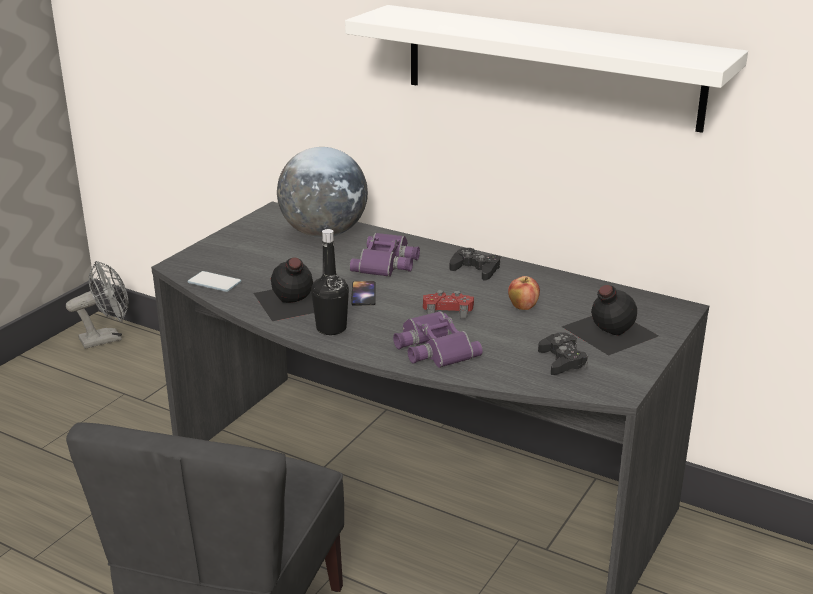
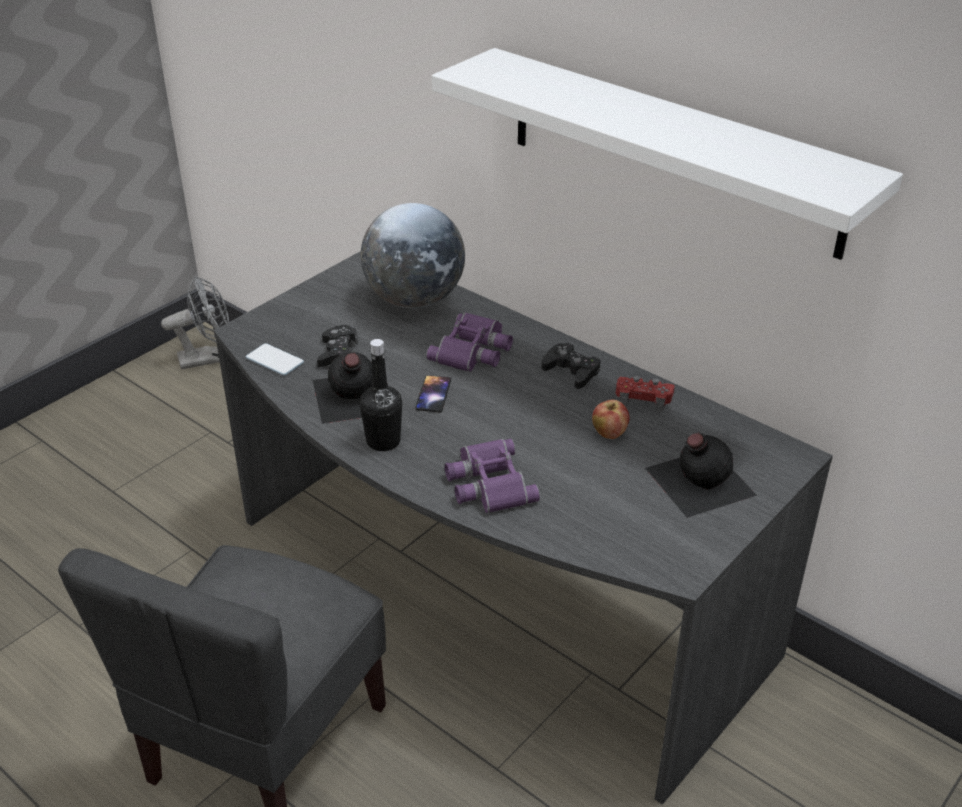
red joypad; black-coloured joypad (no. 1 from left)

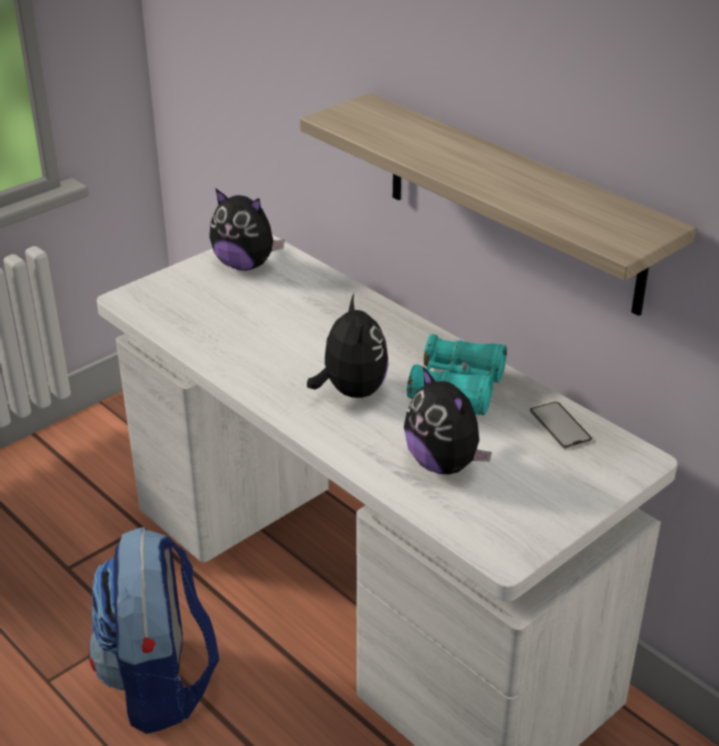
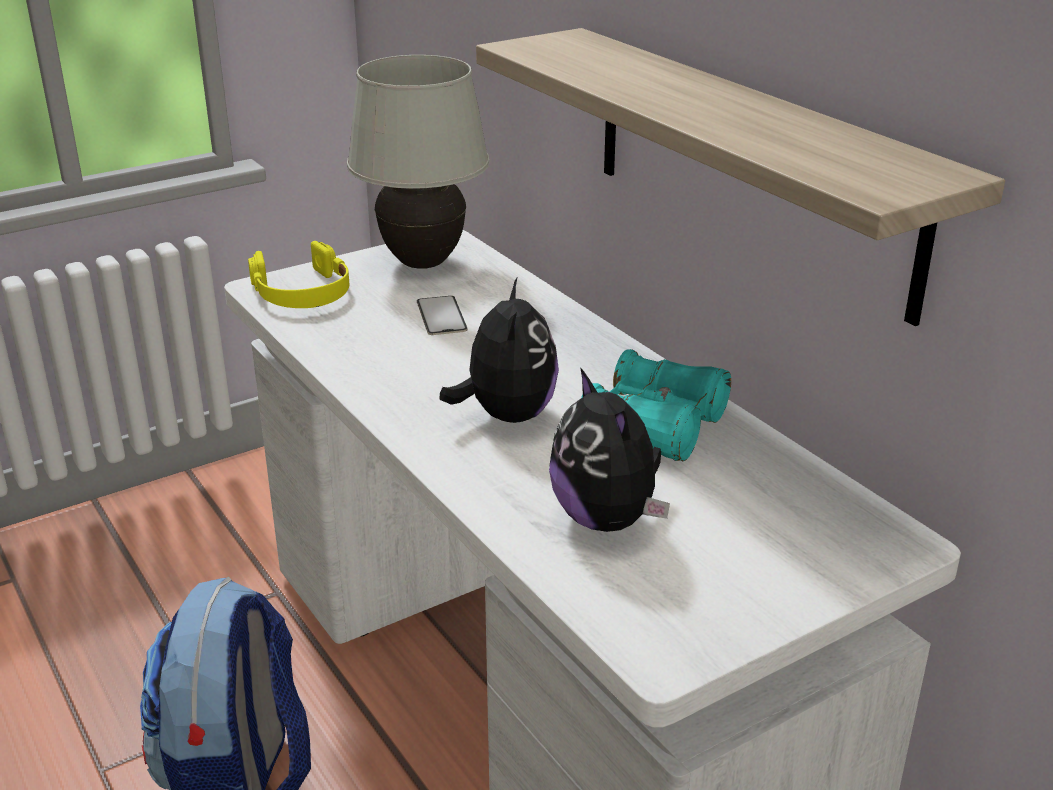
white-coloured table lamp; handset; yellow-coloured headphones

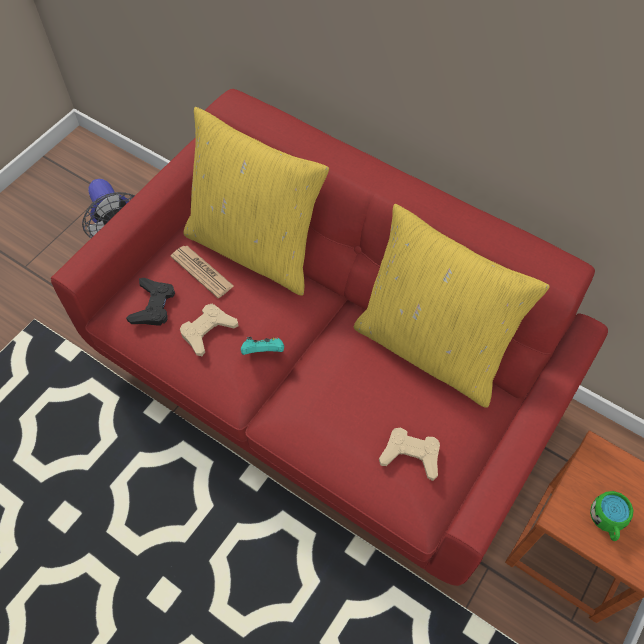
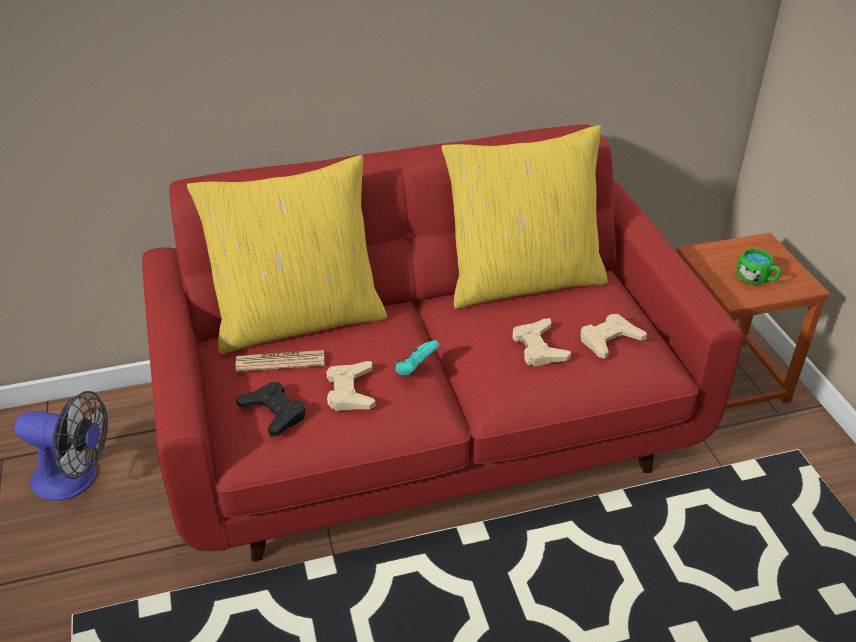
beige joypad (no. 2 from left)

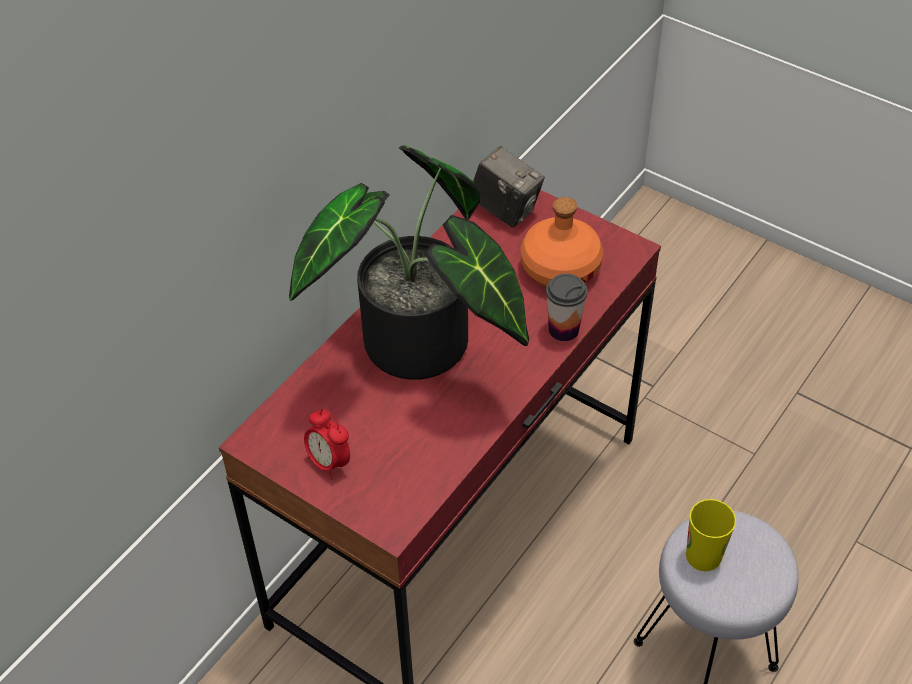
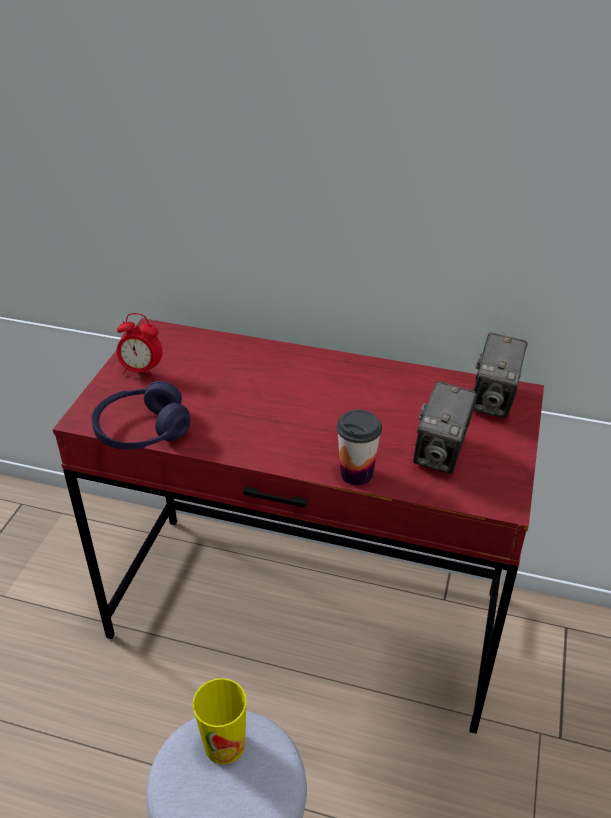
plant in a pot; bedside clock; still camera (no. 1 from left); purple-coloured headphones

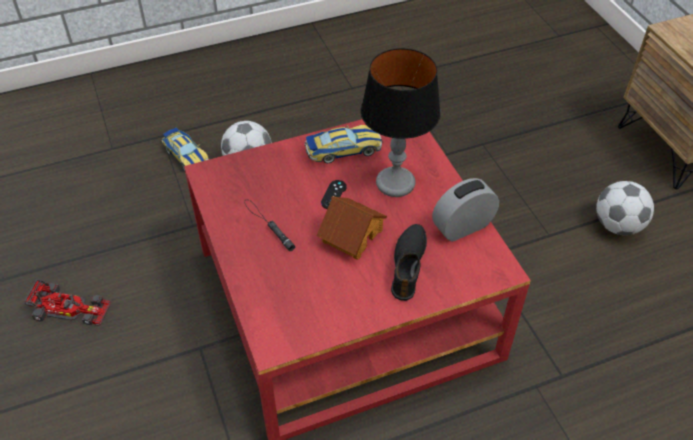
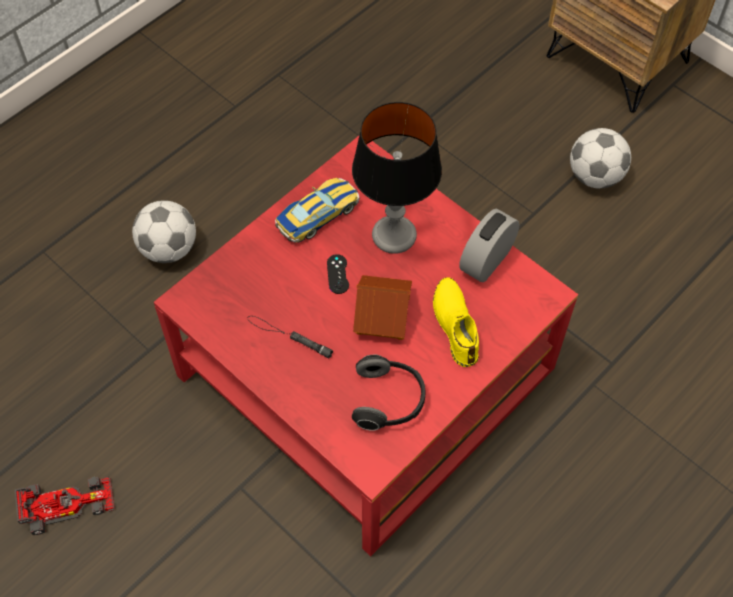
miniature car (no. 2 from left in the first image); yellow-coloured low shoe; headphones

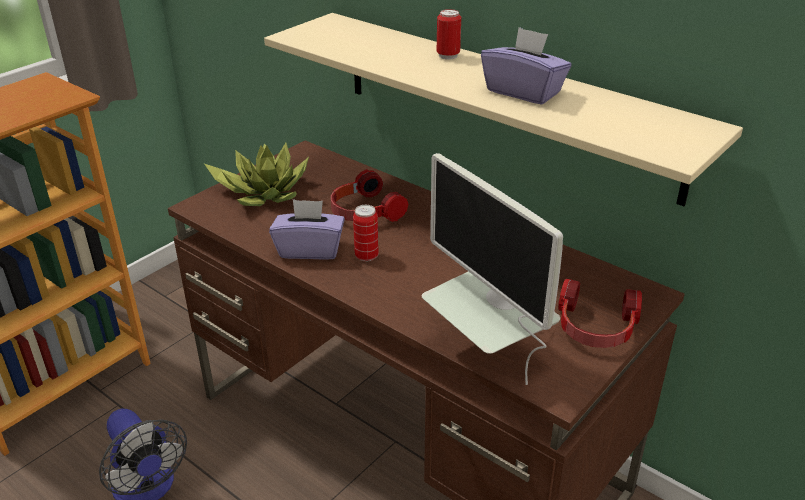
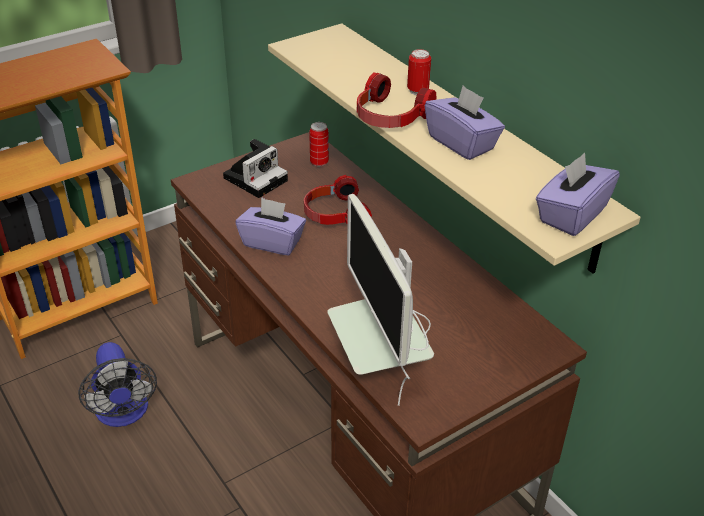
still camera; metal can (no. 1 from left); headphones (no. 2 from left); purple-coloured box of tissues (no. 3 from left)

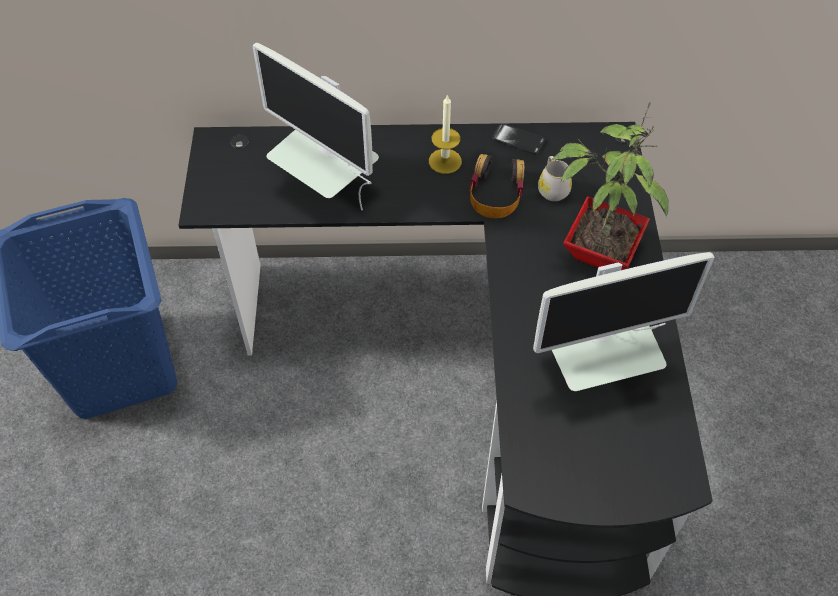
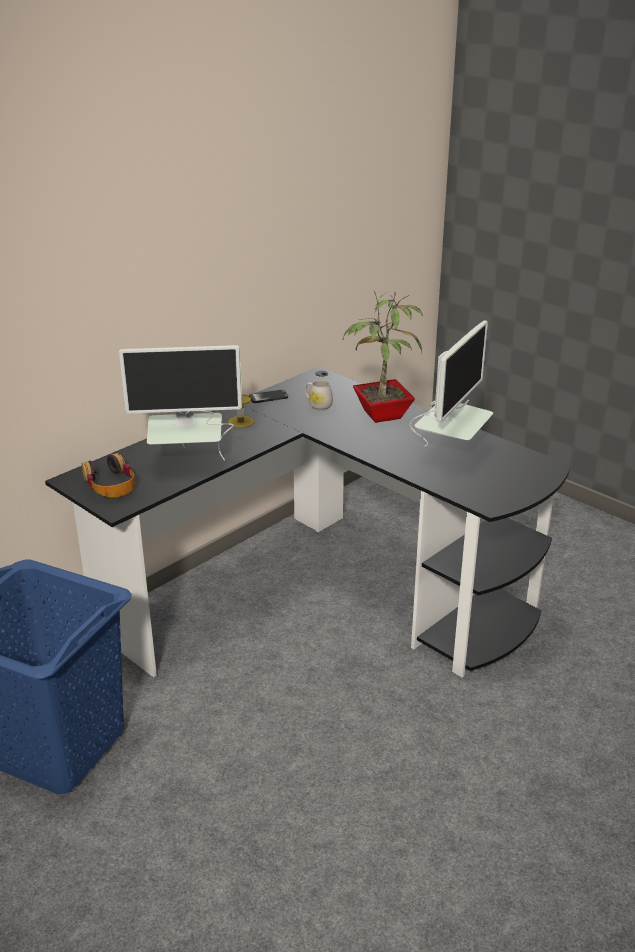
headphones

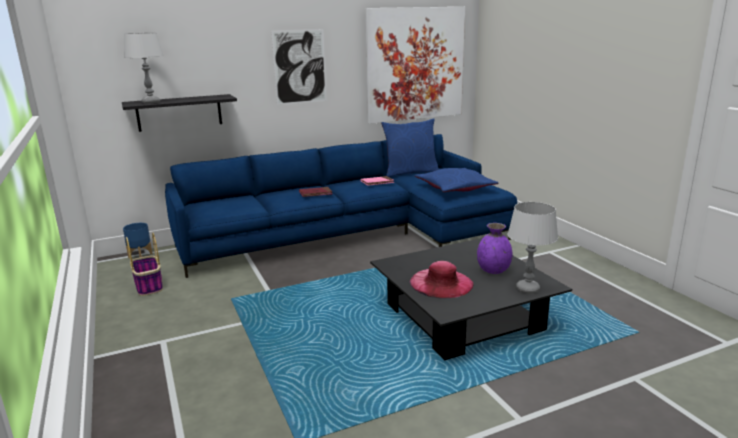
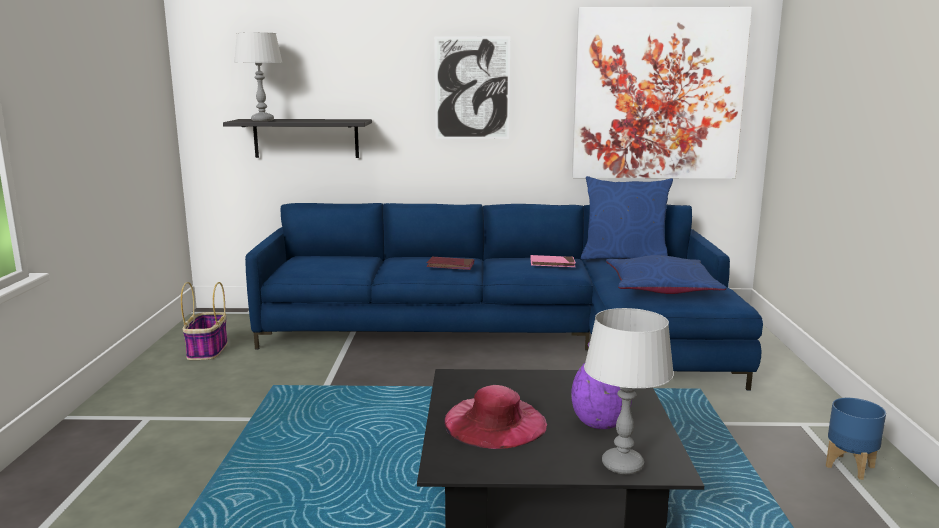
bluish planter

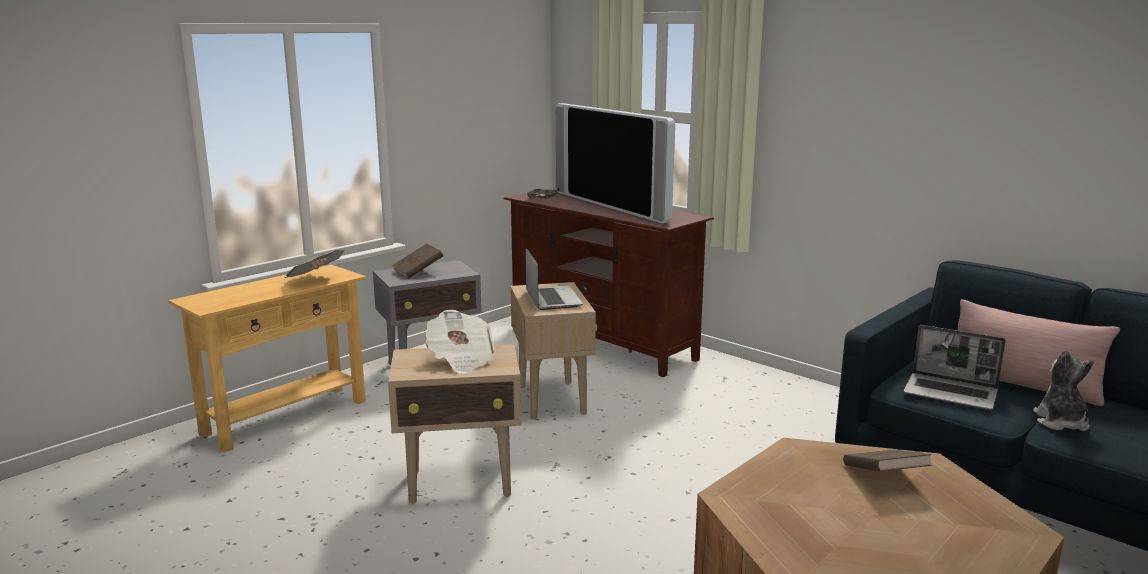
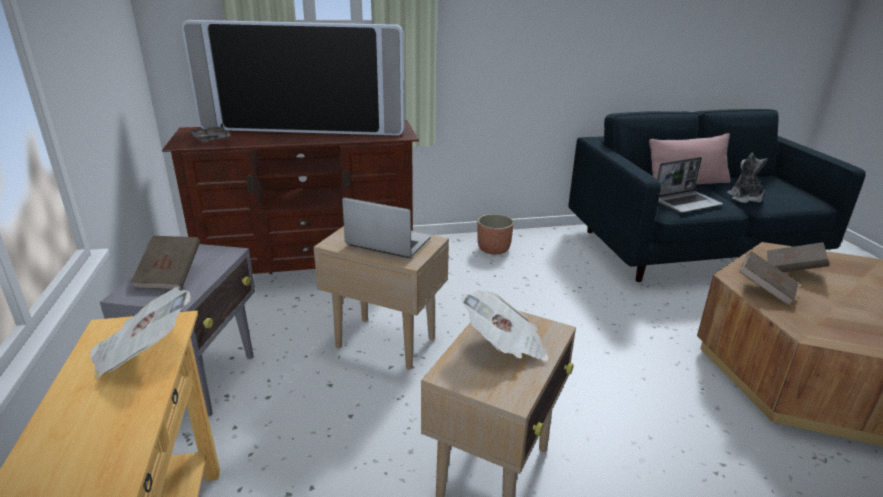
soft toy; planter; brown-coloured volume (no. 2 from left)

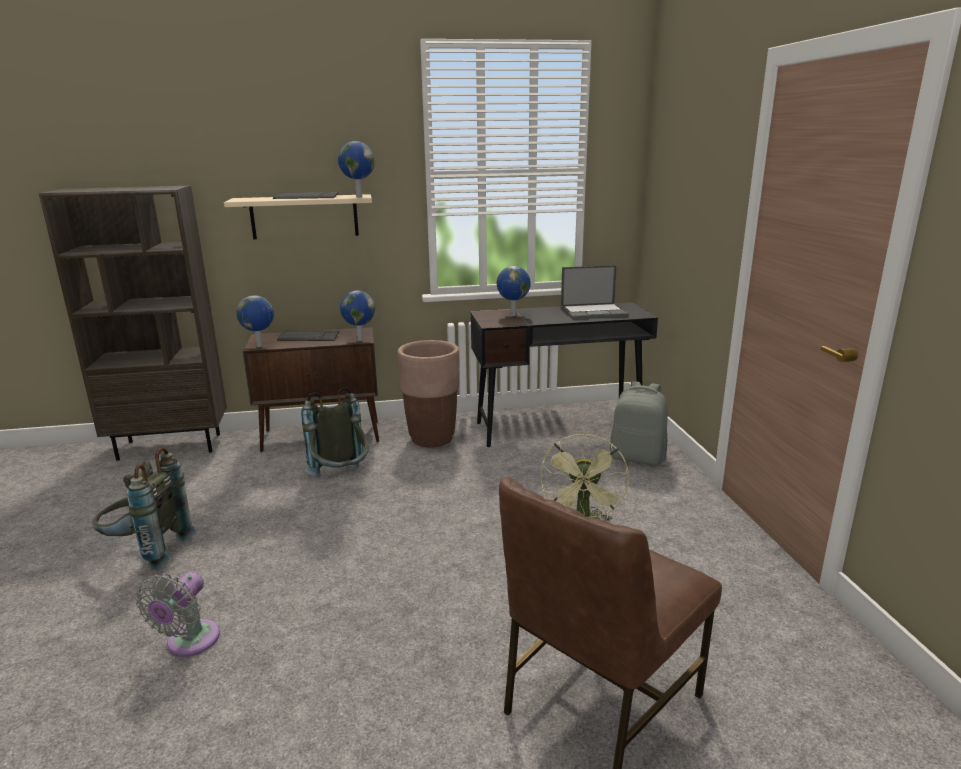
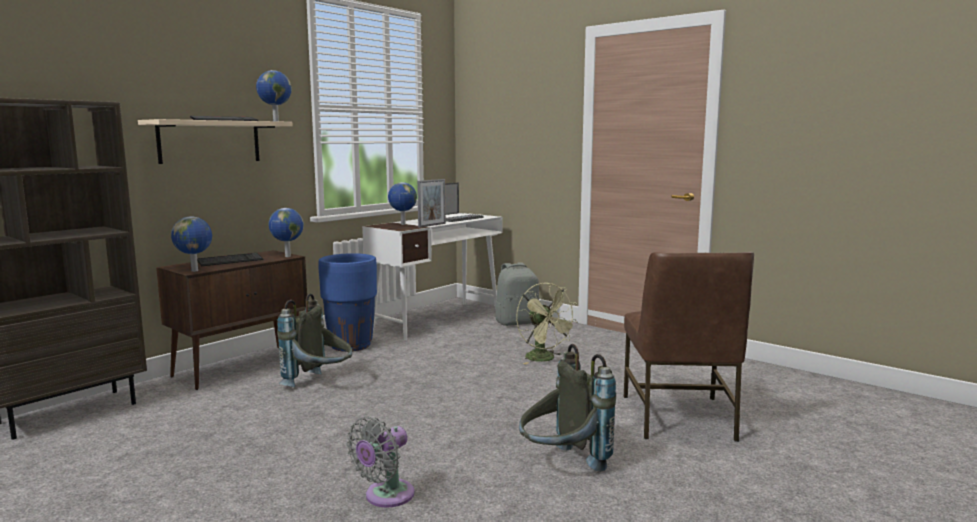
greyish backpack (no. 3 from left); greyish electric fan; bluish planter; white-coloured desk; photo frame

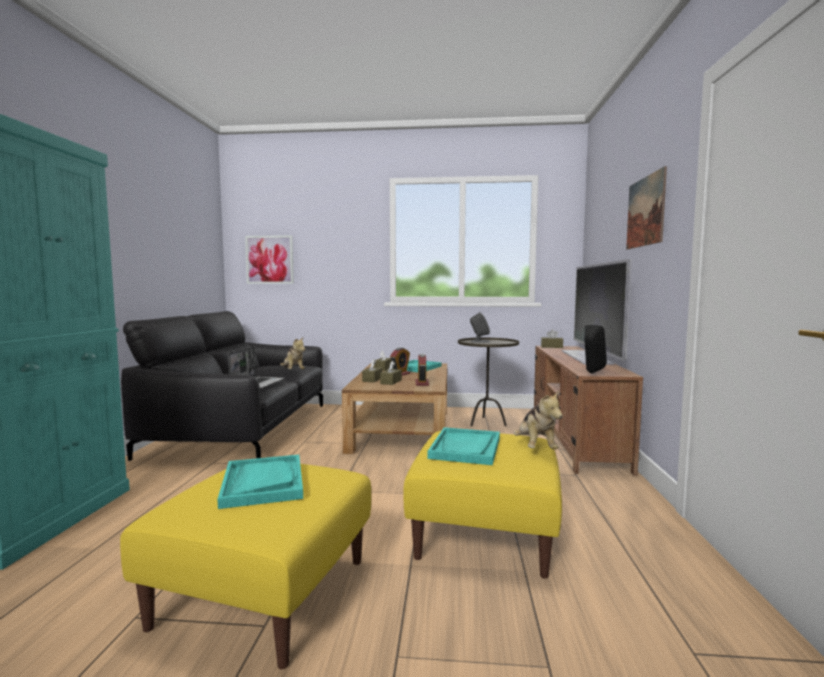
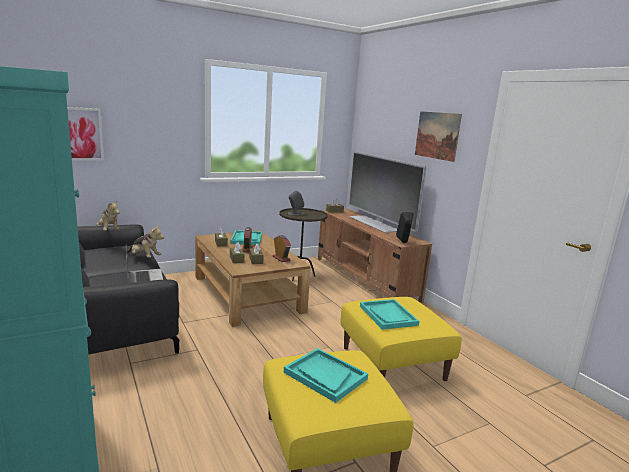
soft toy (no. 1 from left)

